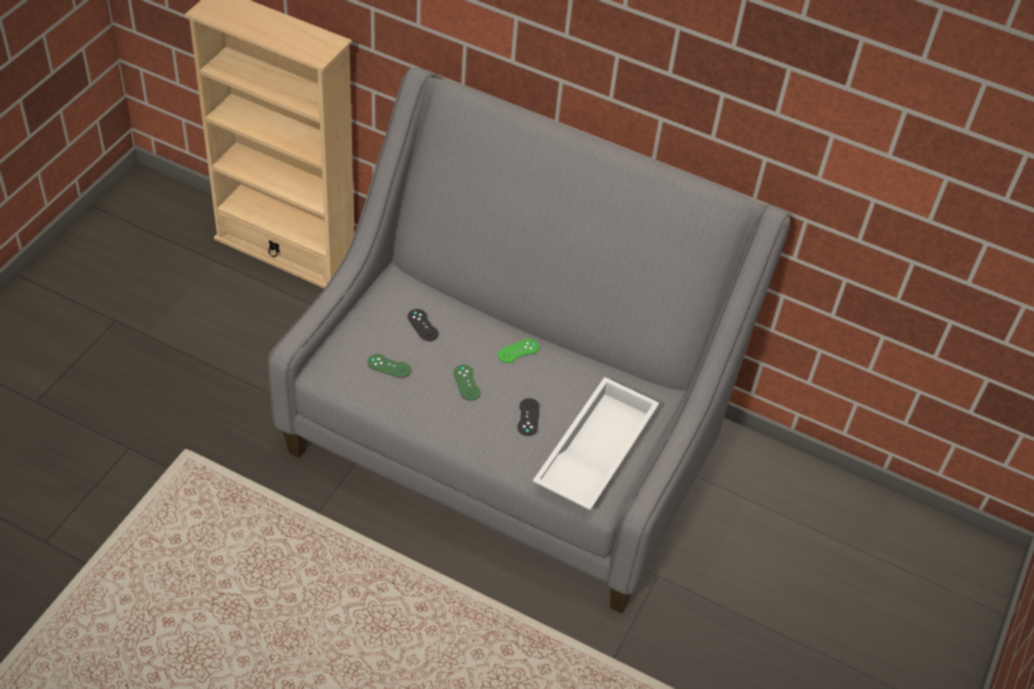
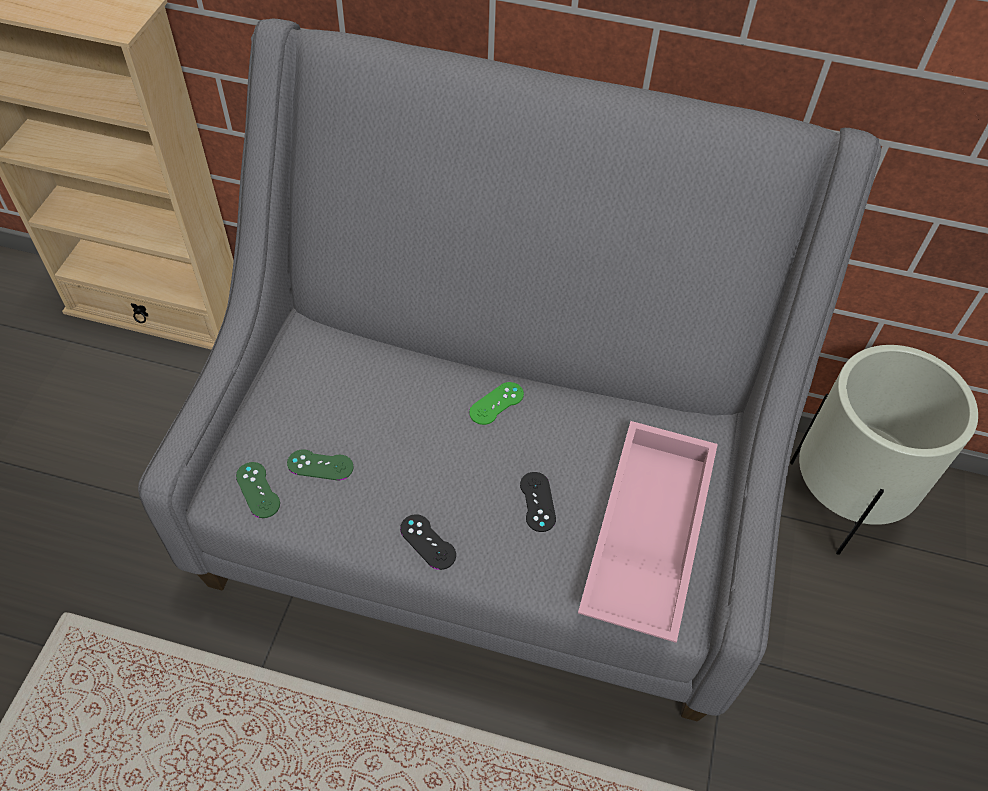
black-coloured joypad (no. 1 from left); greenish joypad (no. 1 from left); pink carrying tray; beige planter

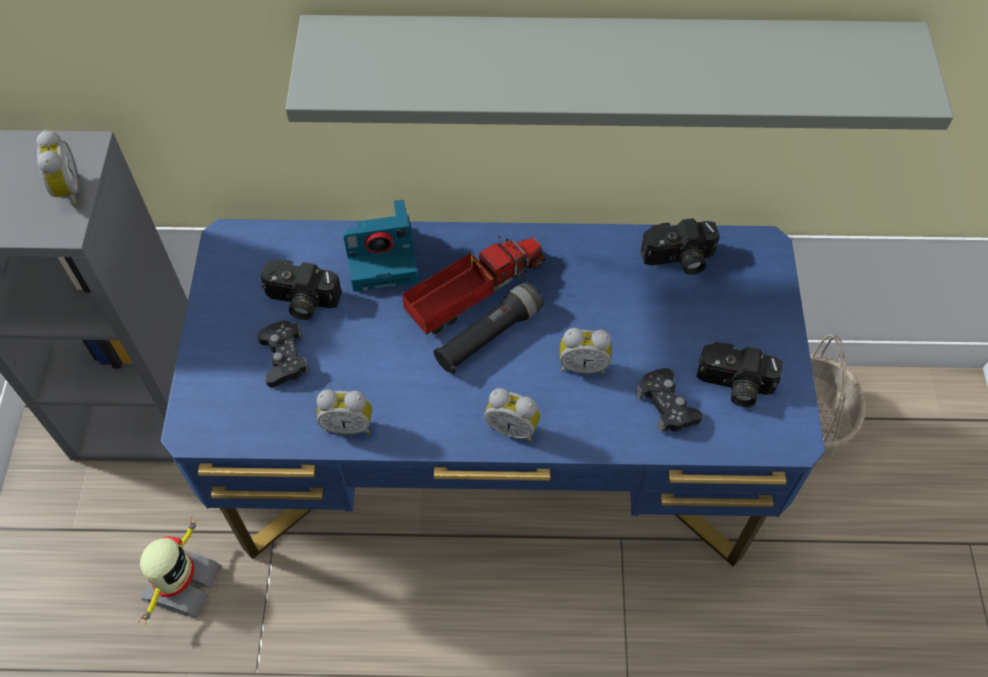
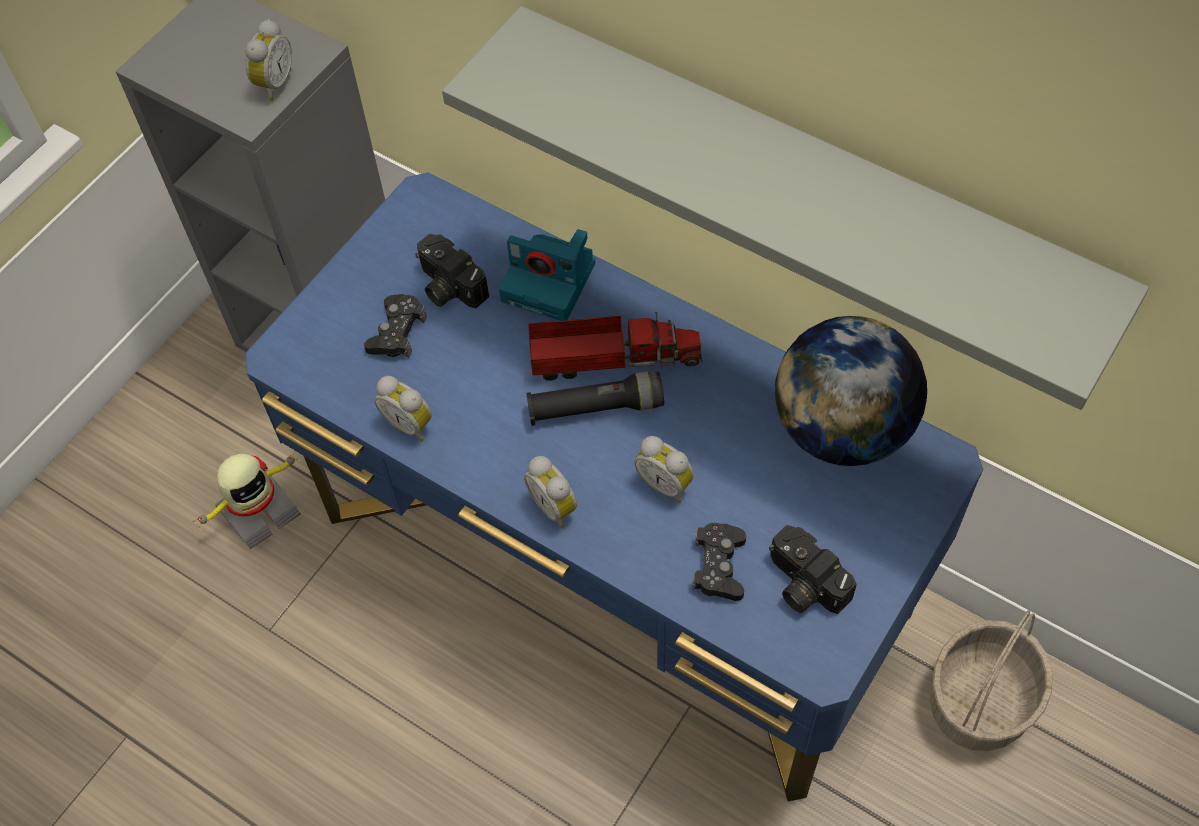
globe

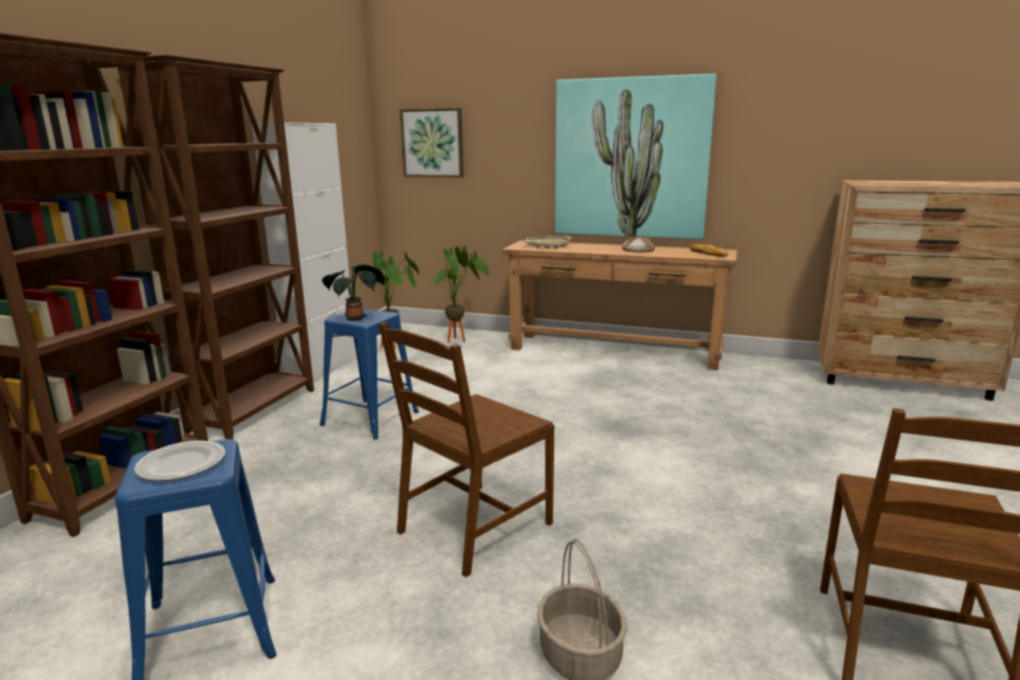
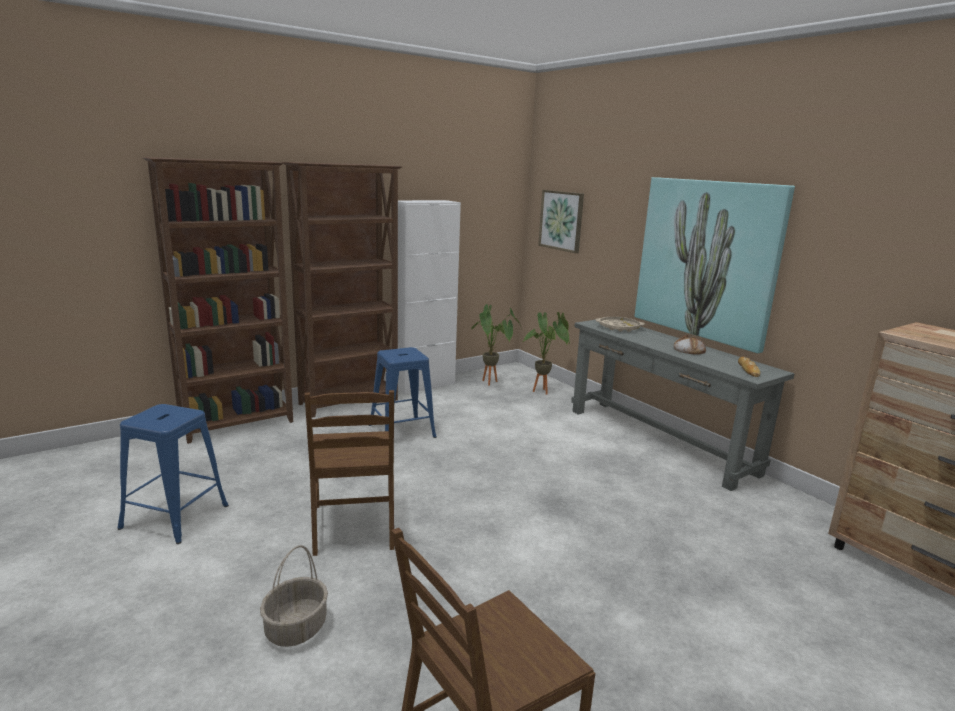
dinner plate; plant in a pot (no. 1 from left in the first image); brown-coloured upright chair (no. 1 from left); greyish hall table

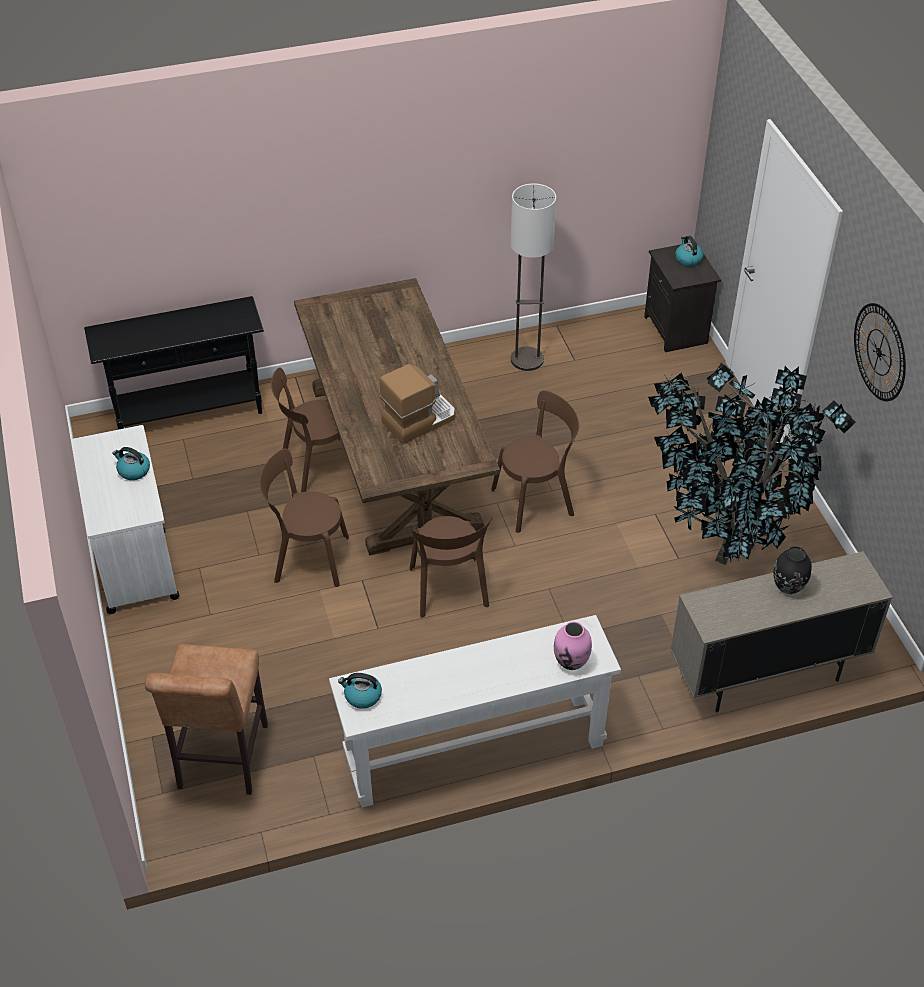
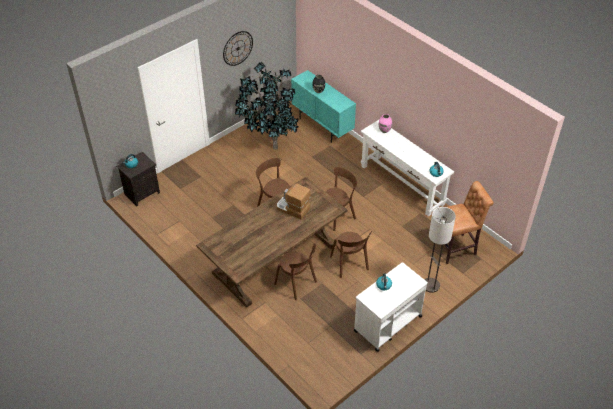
black-coloured hall table; floor lamp; blue-green cabinet

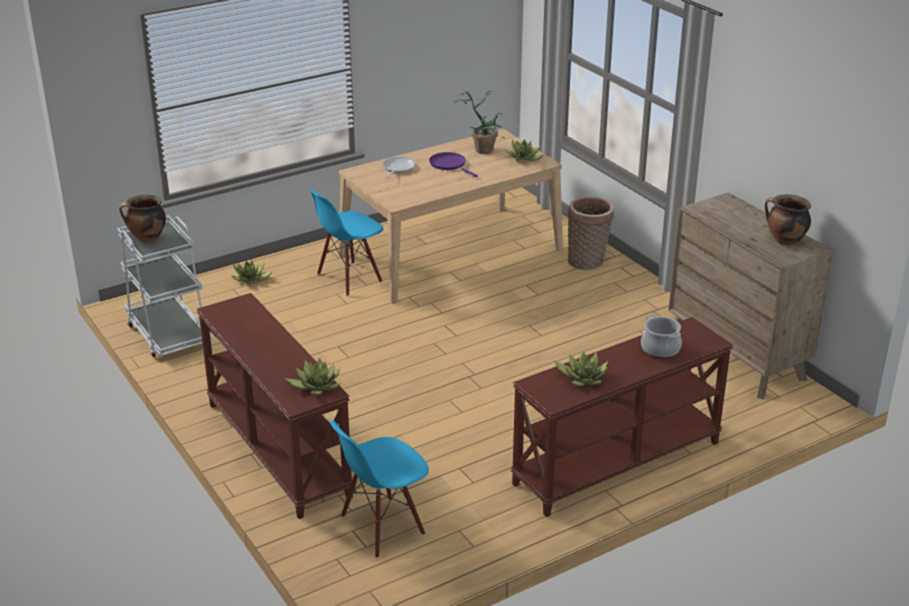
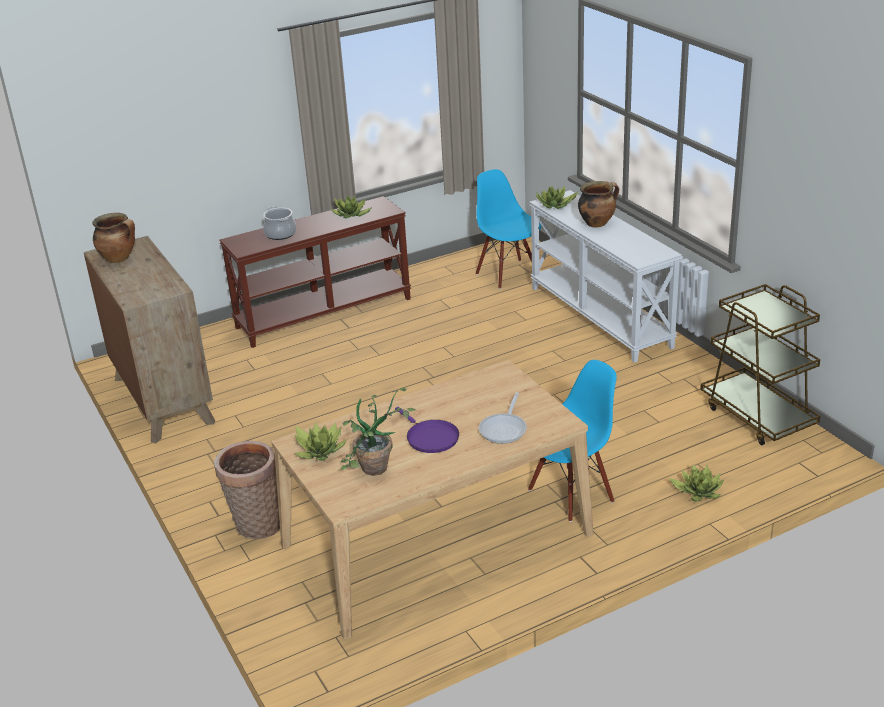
brown-coloured cart; cooking pot (no. 3 from left); white-coloured hall table; bluish upright chair (no. 1 from left)

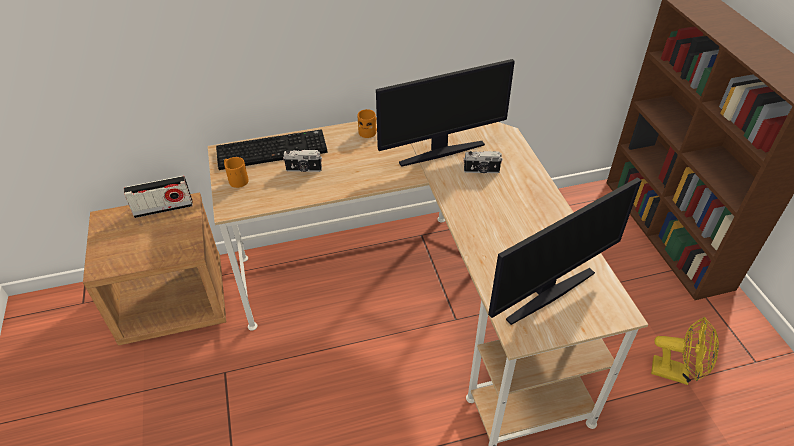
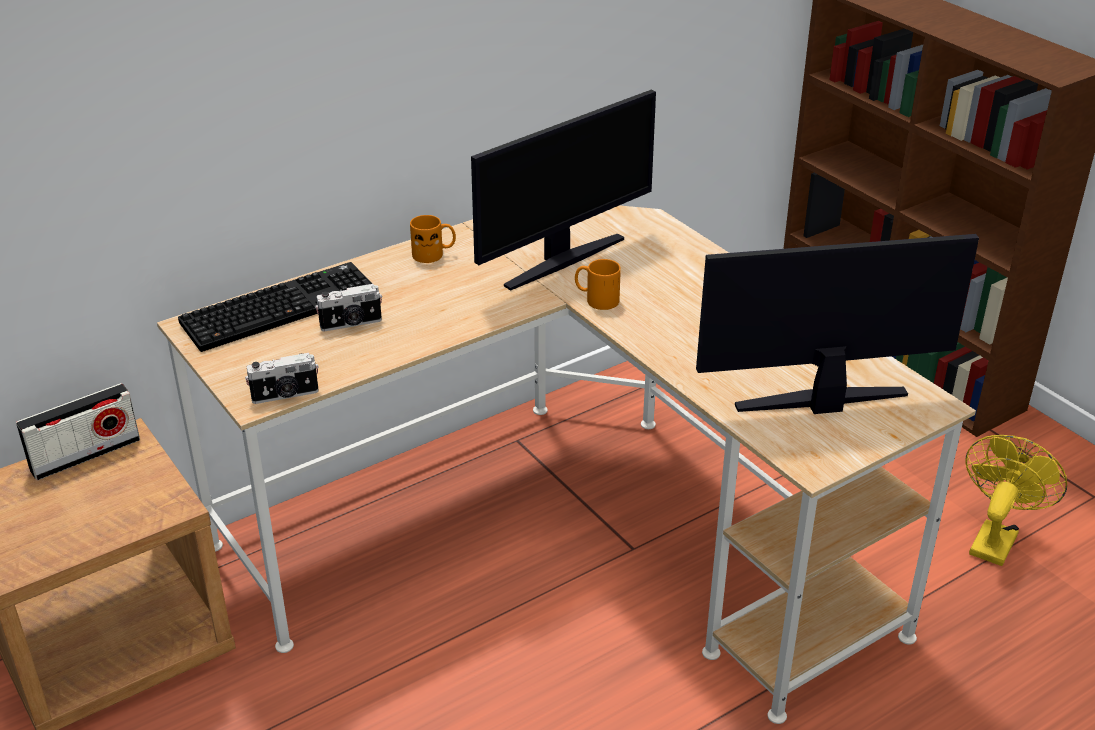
orange tea mug (no. 2 from left); still camera (no. 1 from left); monitor (no. 2 from left); yellow-coloured electric fan

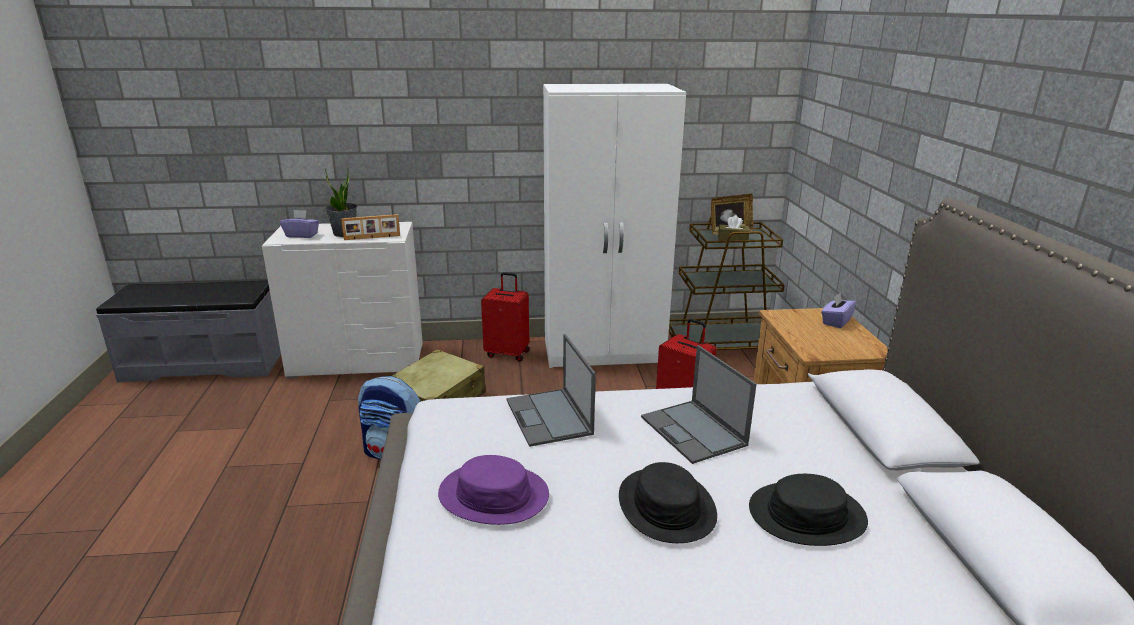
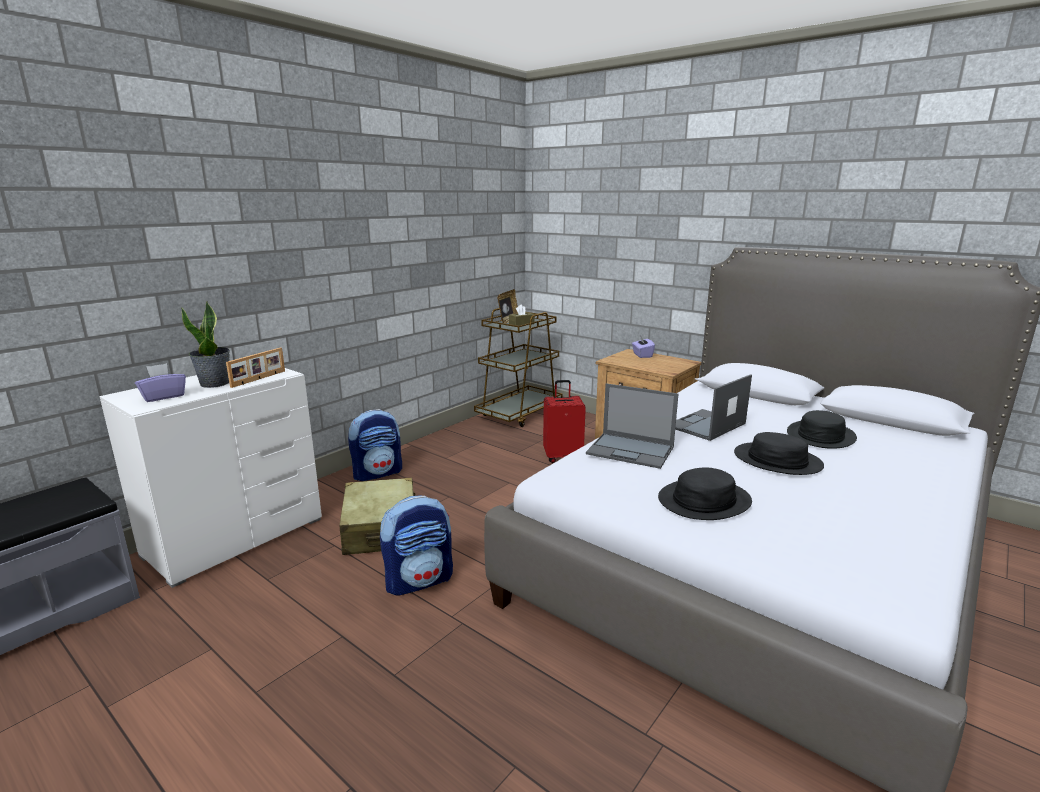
black-coloured wearable hat (no. 1 from left); backpack (no. 1 from left); white-coloured wardrobe; laptop (no. 2 from left)

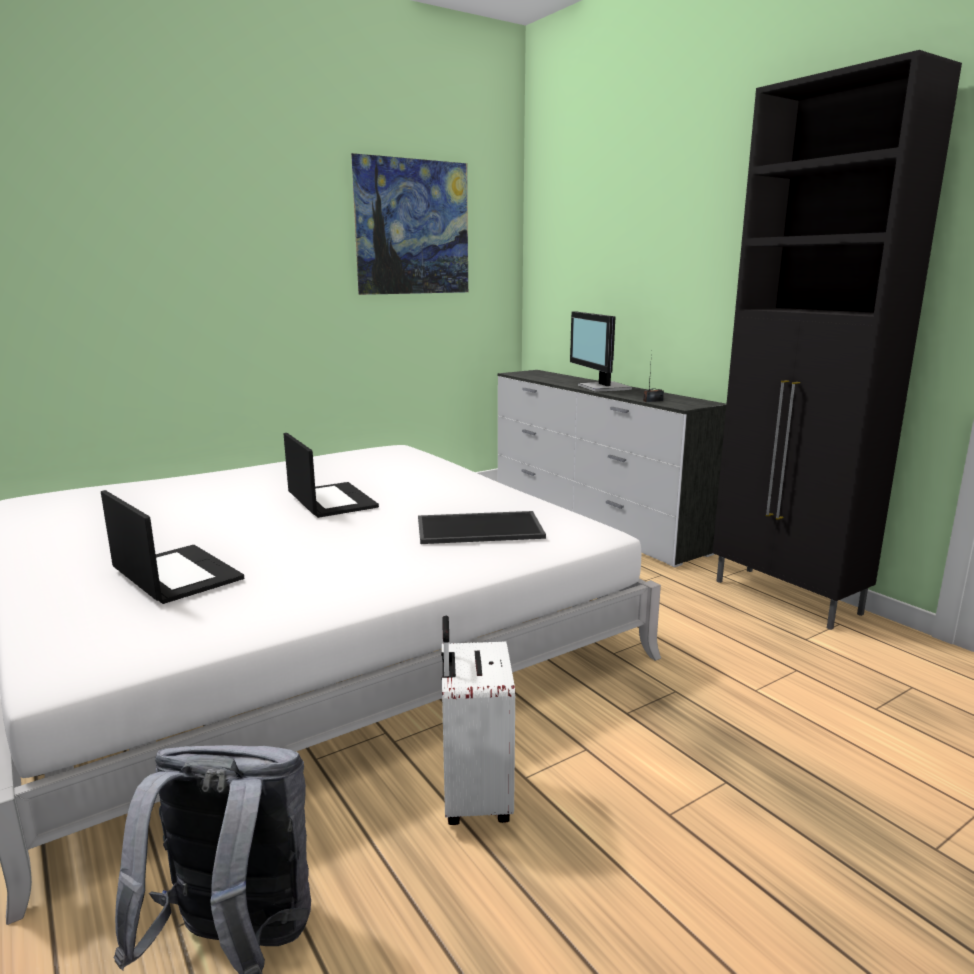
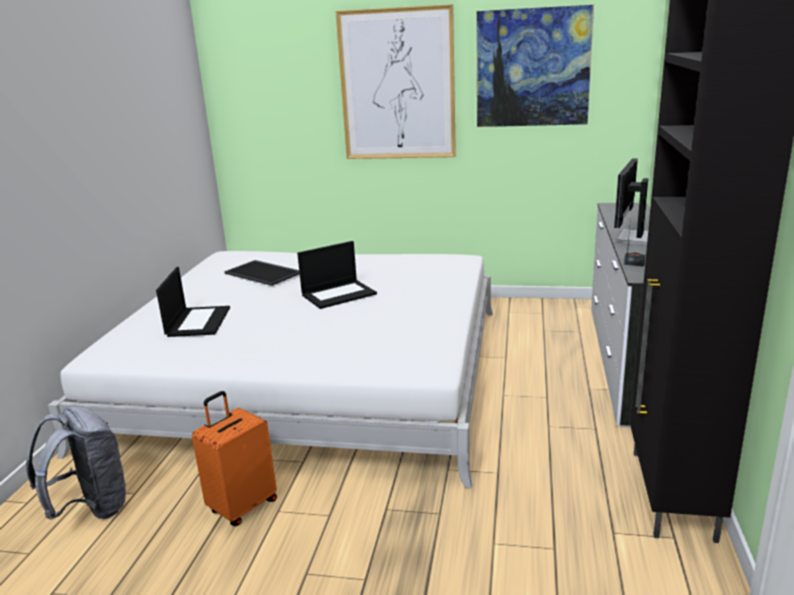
laptop (no. 2 from left); carrying tray; orange piece of luggage; wall picture (no. 1 from left)

